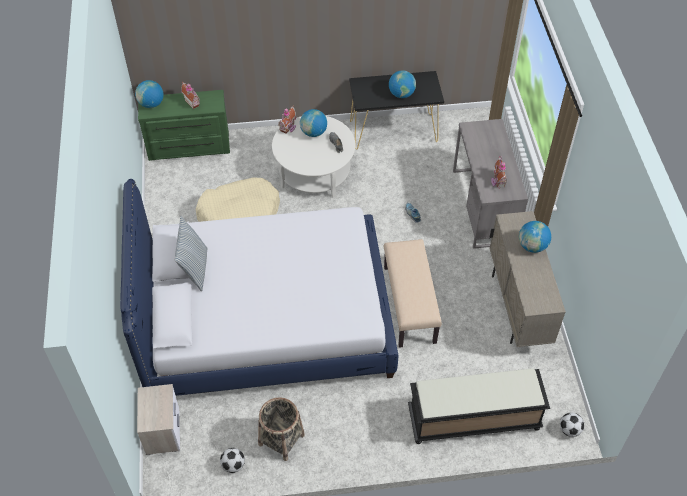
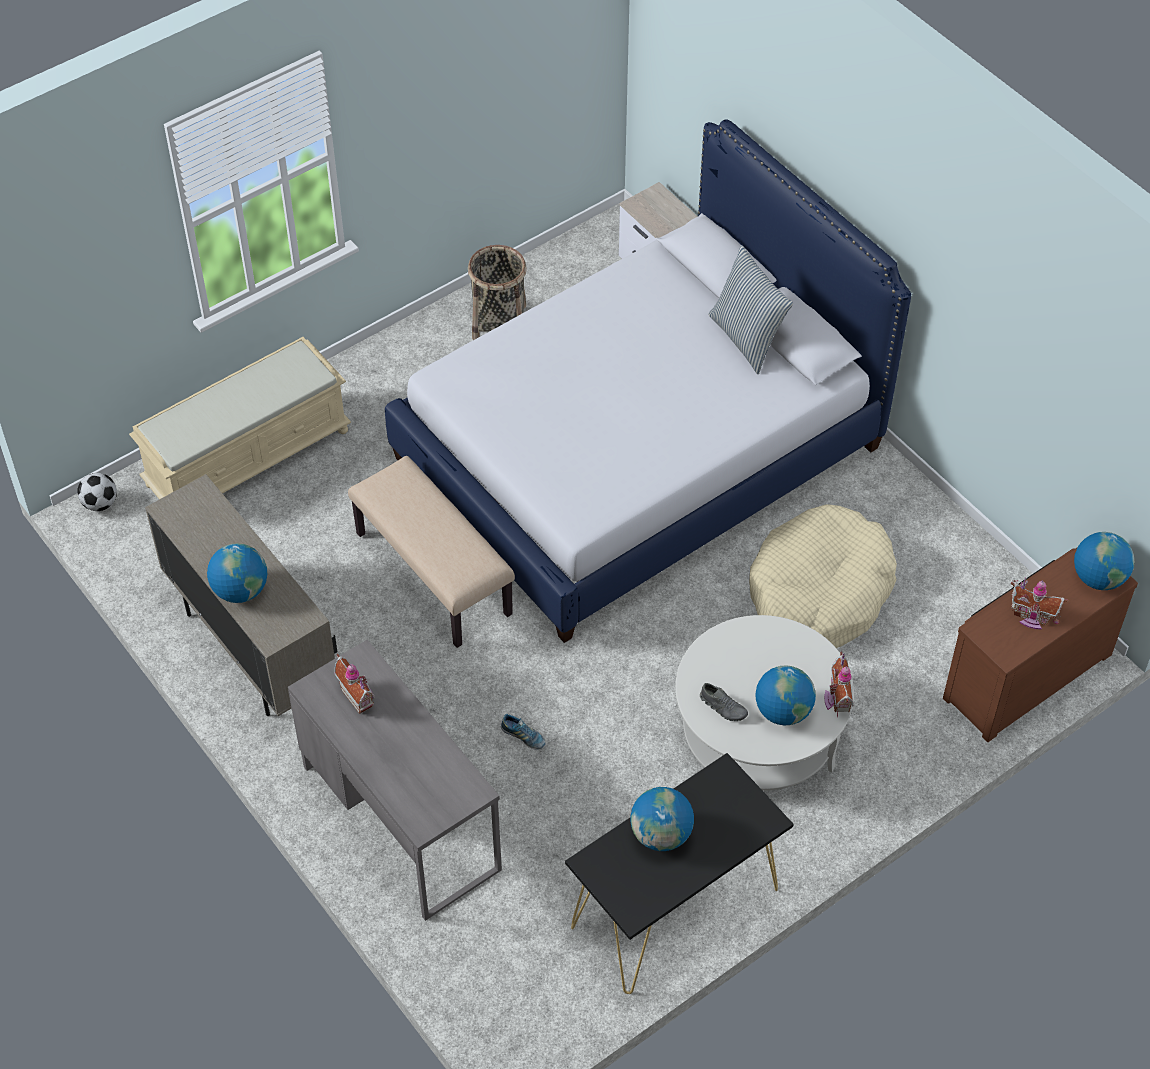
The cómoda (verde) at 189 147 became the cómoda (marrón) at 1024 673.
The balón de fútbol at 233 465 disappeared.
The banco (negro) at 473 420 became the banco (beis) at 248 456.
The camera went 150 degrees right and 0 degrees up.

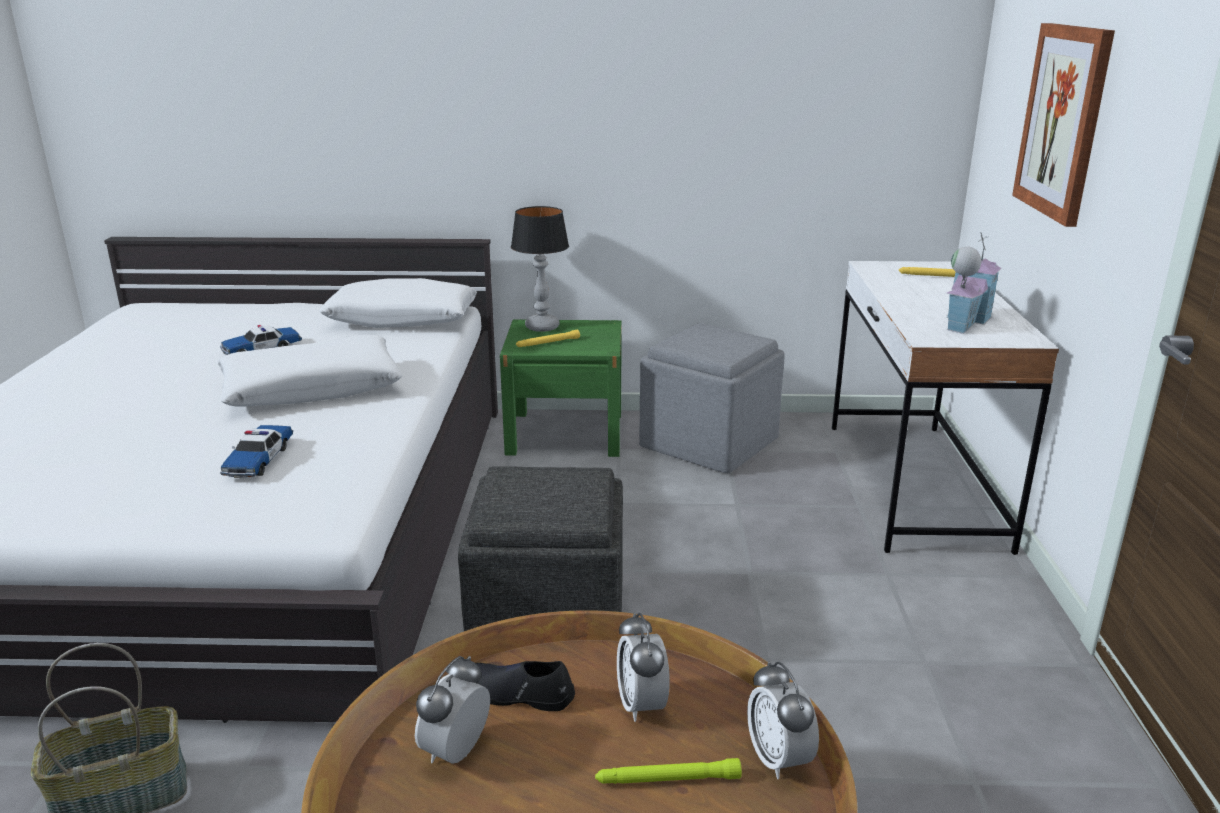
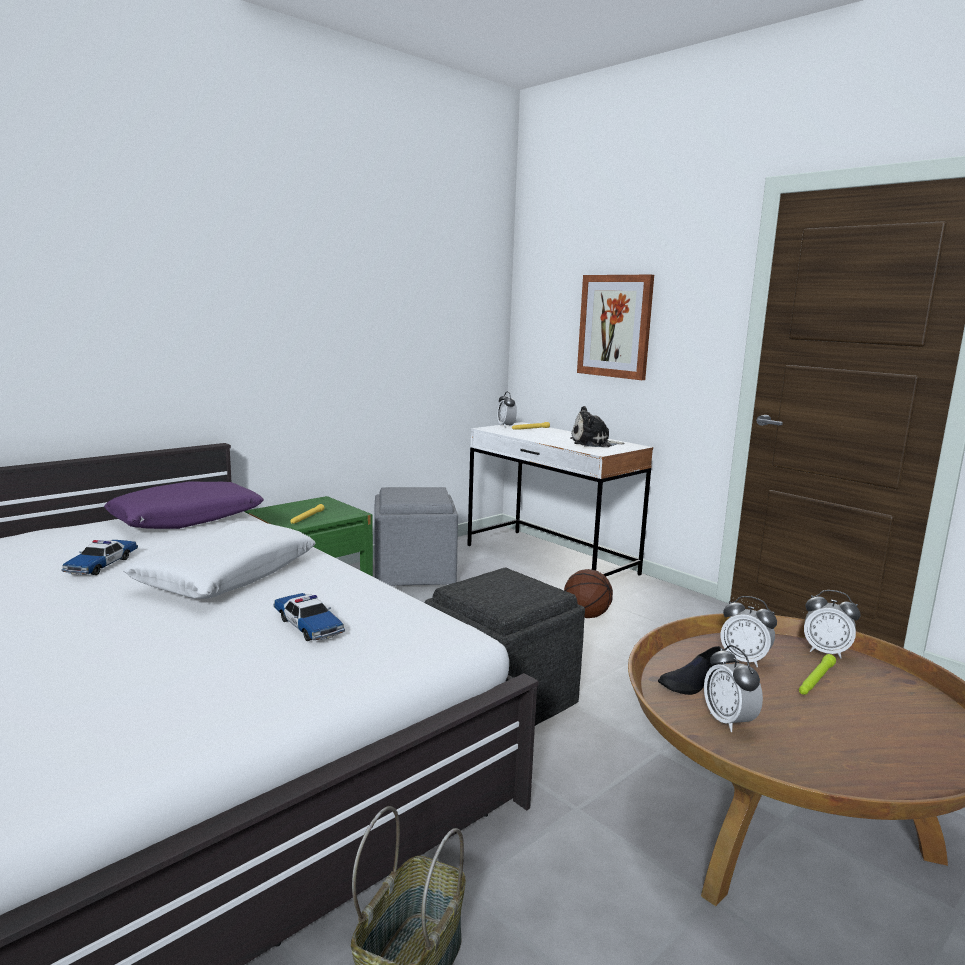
The cojín (blanco) at 402 319 became the cojín (morado) at 186 519.
The lámpara de mesa at 541 326 disappeared.
The casita at 964 321 was replaced by the peluche at 593 443.
The despertador at 506 426 appeared.
The balón de baloncesto at 586 615 appeared.
The camera went 45 degrees left and 10 degrees down.

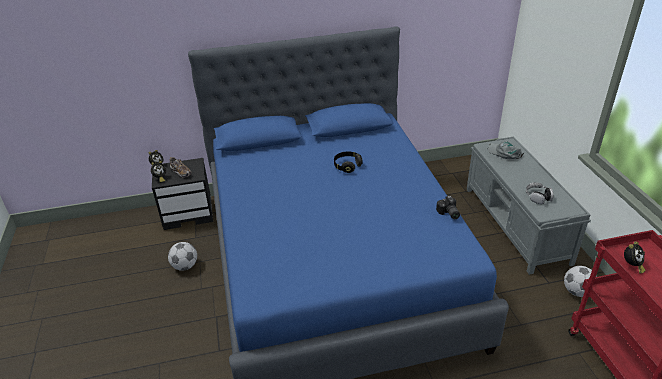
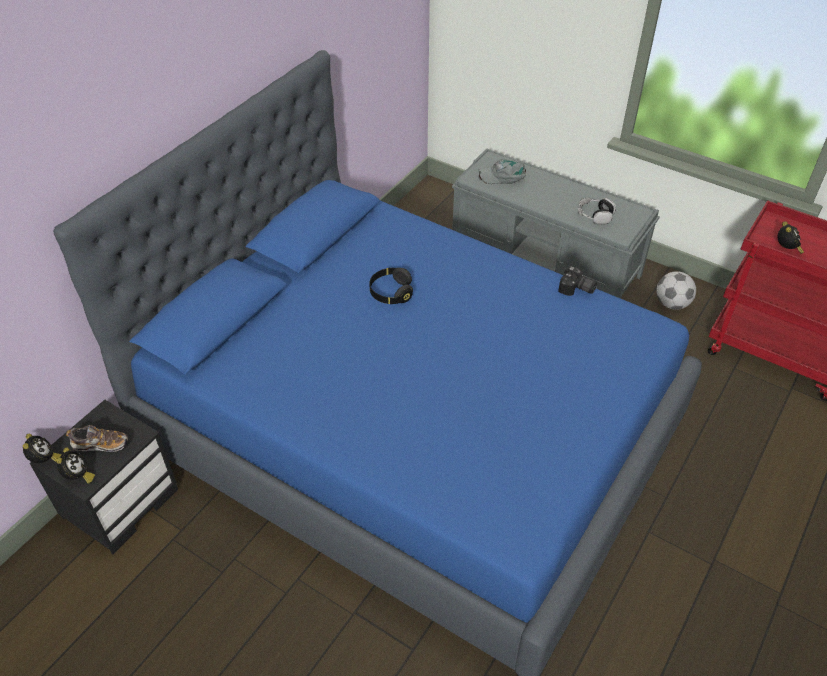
The balón de fútbol at 185 266 disappeared.
The camera went 45 degrees left and 10 degrees up.

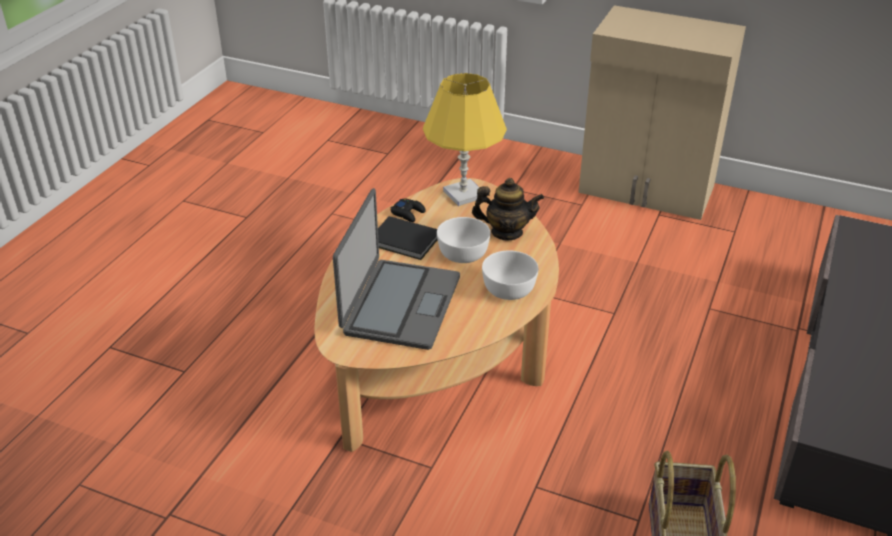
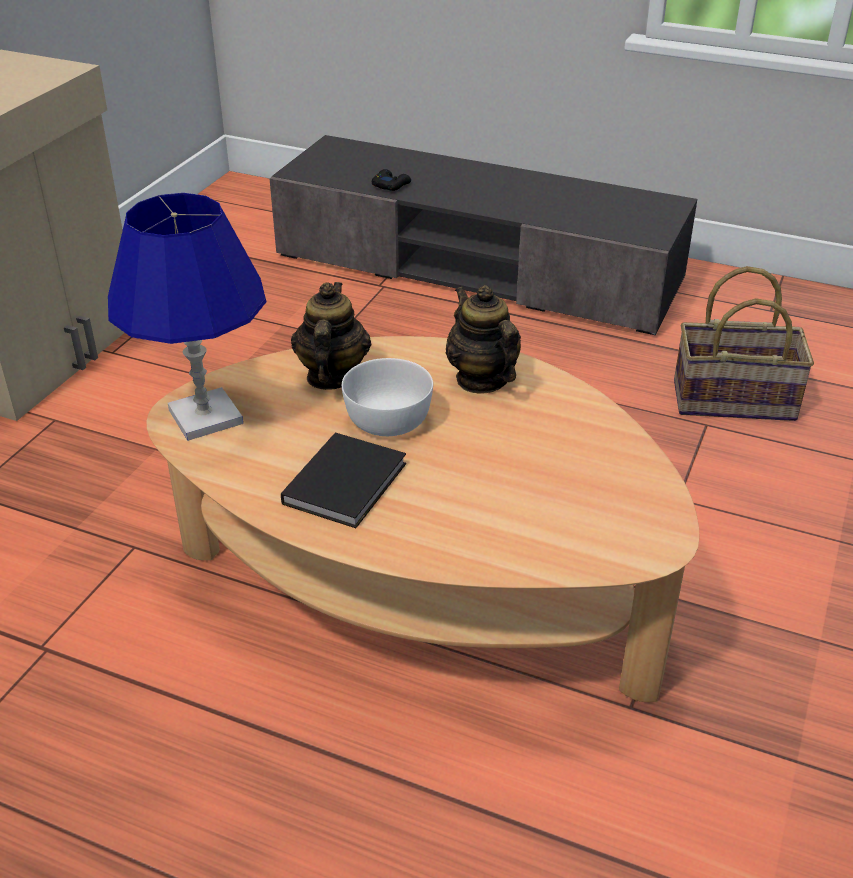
The portátil at 400 305 disappeared.
The mando de consola (negro) moved from 408 213 to 391 185.
The lámpara de mesa (amarillo) at 464 194 became the lámpara de mesa (azul) at 205 417.
The cuenco (blanco) at 508 289 was replaced by the tetera at 482 379.
The camera went 90 degrees left and 0 degrees up.

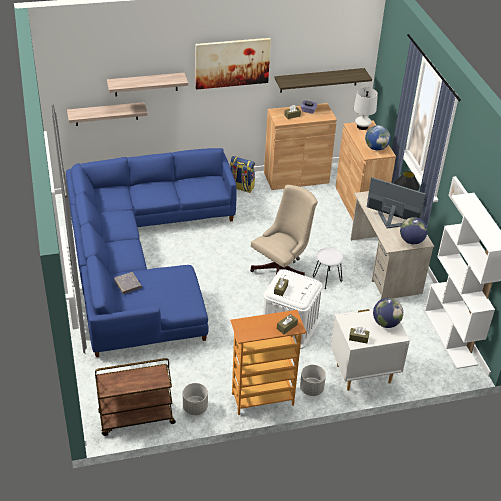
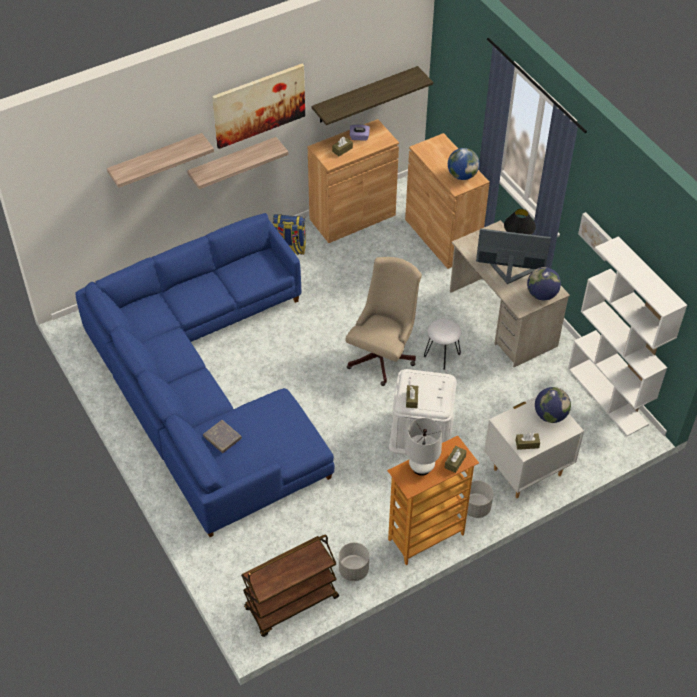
The estante moved from 106 114 to 232 162.
The lámpara de mesa (blanco) moved from 362 126 to 421 468.
The camera went 15 degrees left and 10 degrees up.

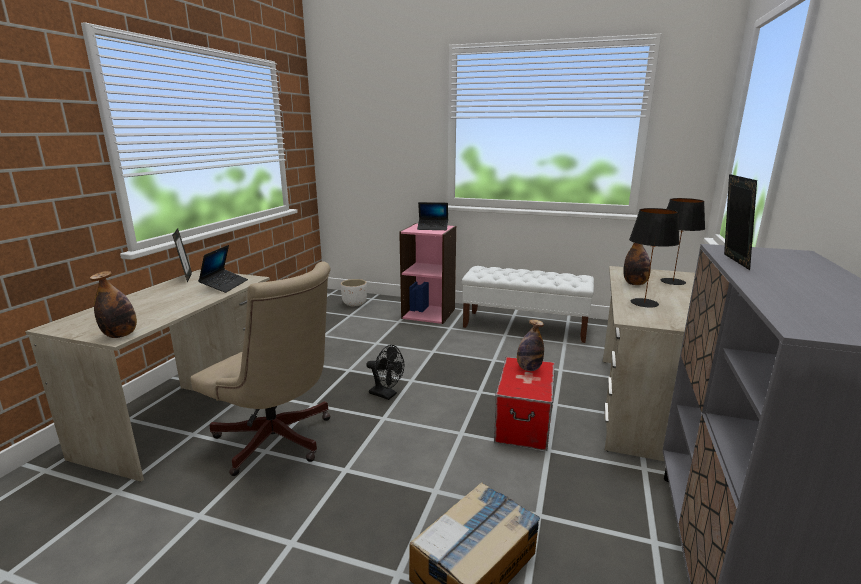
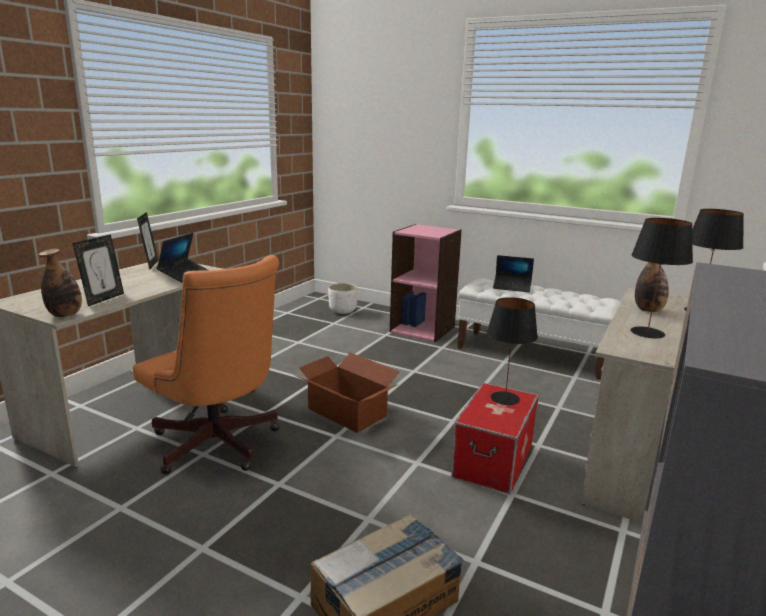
The silla de oficina (beis) at 278 442 became the silla de oficina (naranja) at 218 447.
The ventilador (negro) at 386 395 was replaced by the caja de cartón at 347 412.
The portátil moved from 433 228 to 512 287.
The botella at 528 368 was replaced by the lámpara de mesa (negro) at 504 398.
The portarretratos moved from 730 261 to 103 299.
The camera went 10 degrees right and 0 degrees up.

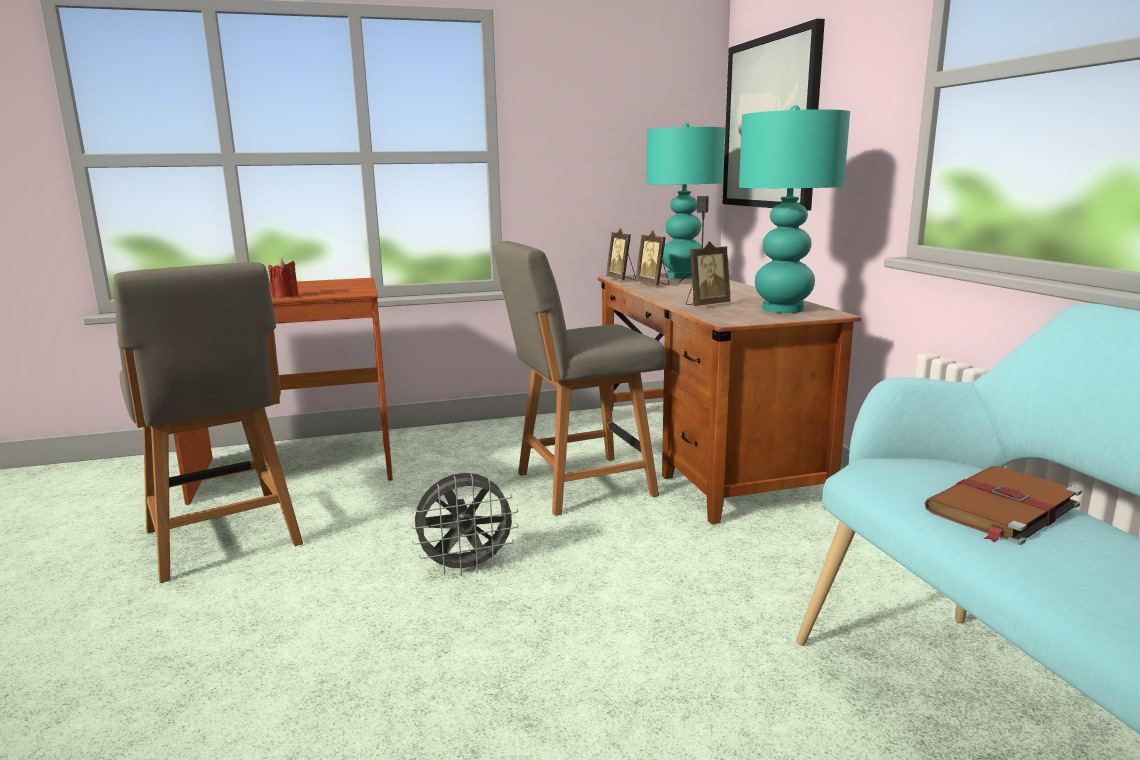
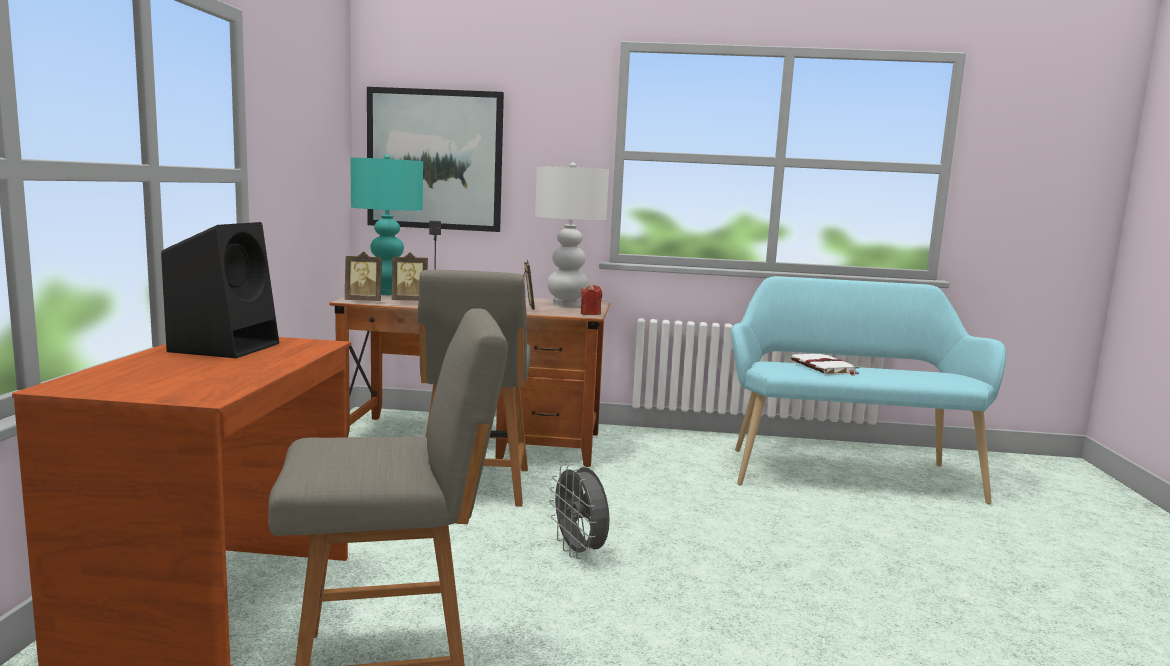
The vela (rojo) moved from 285 296 to 590 313.
The ventilador (gris) at 466 567 turned 150 degrees clockwise.
The lámpara de mesa (turquesa) at 783 309 became the lámpara de mesa (blanco) at 567 304.
The libro (marrón) at 1001 509 became the libro (blanco) at 824 367.
The altavoz (negro) at 225 347 appeared.
The camera went 70 degrees left and 5 degrees down.

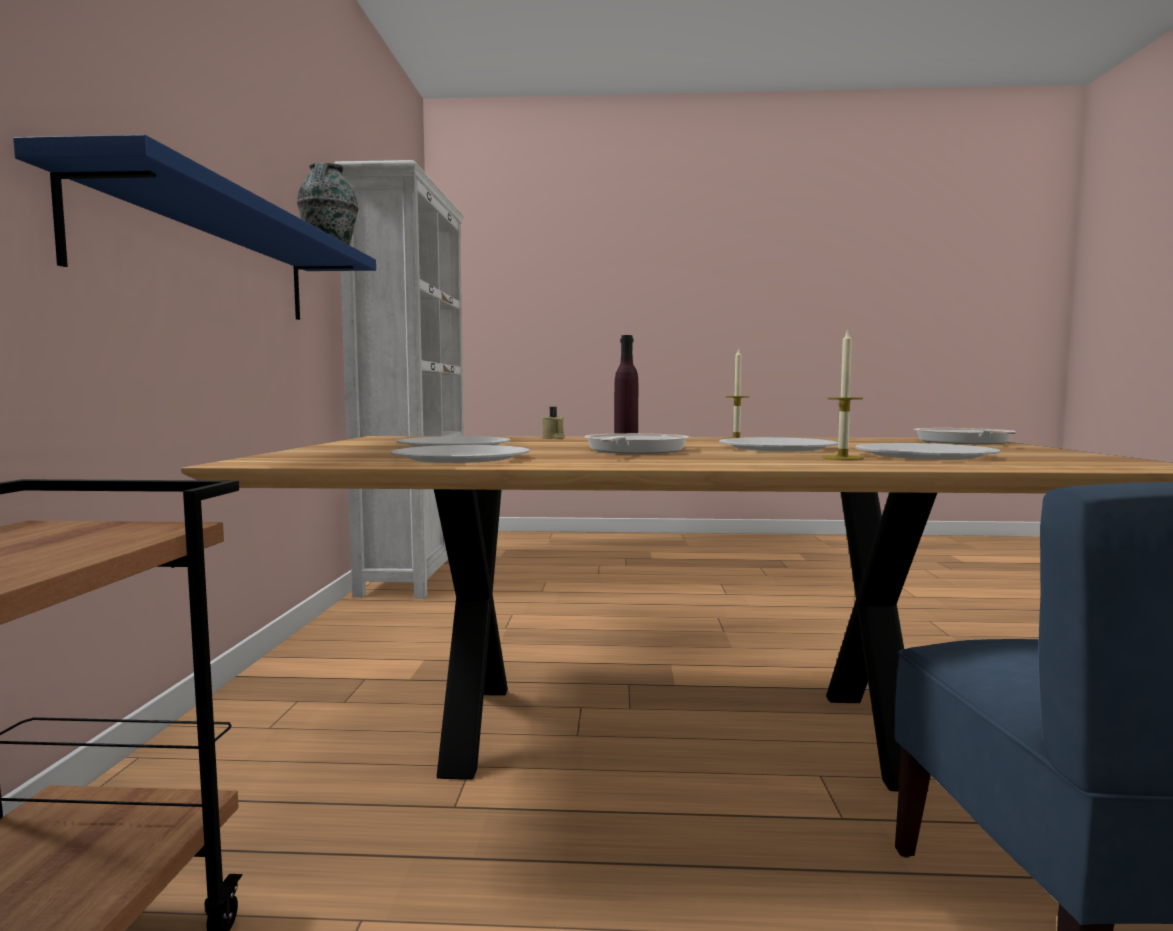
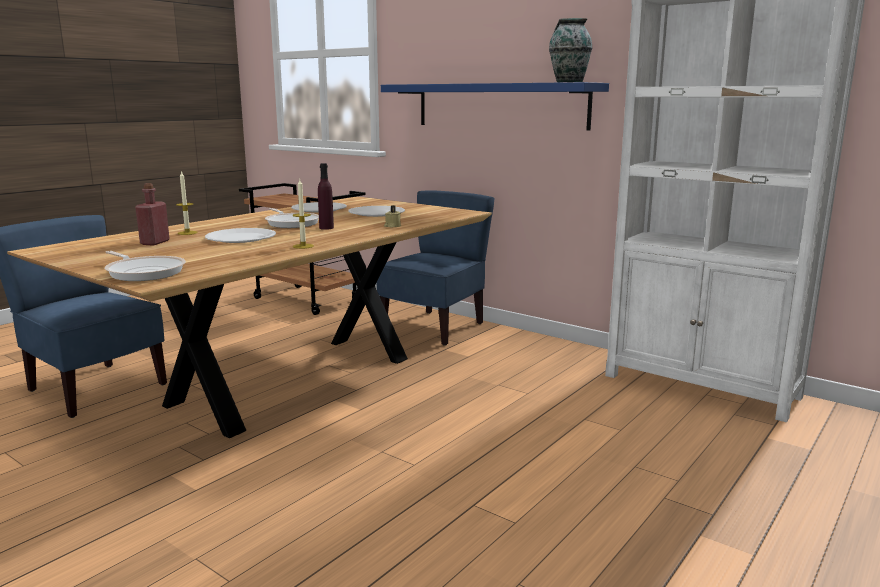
The plato (blanco) at 924 455 was replaced by the botella (rojo) at 155 242.
The silla (azul) at 434 327 appeared.
The camera went 125 degrees right and 10 degrees up.

